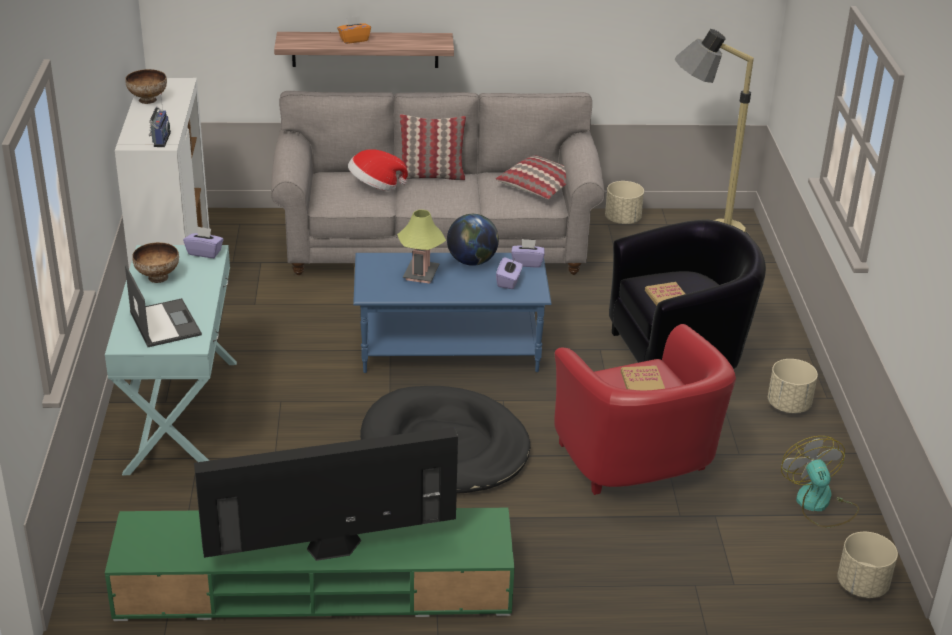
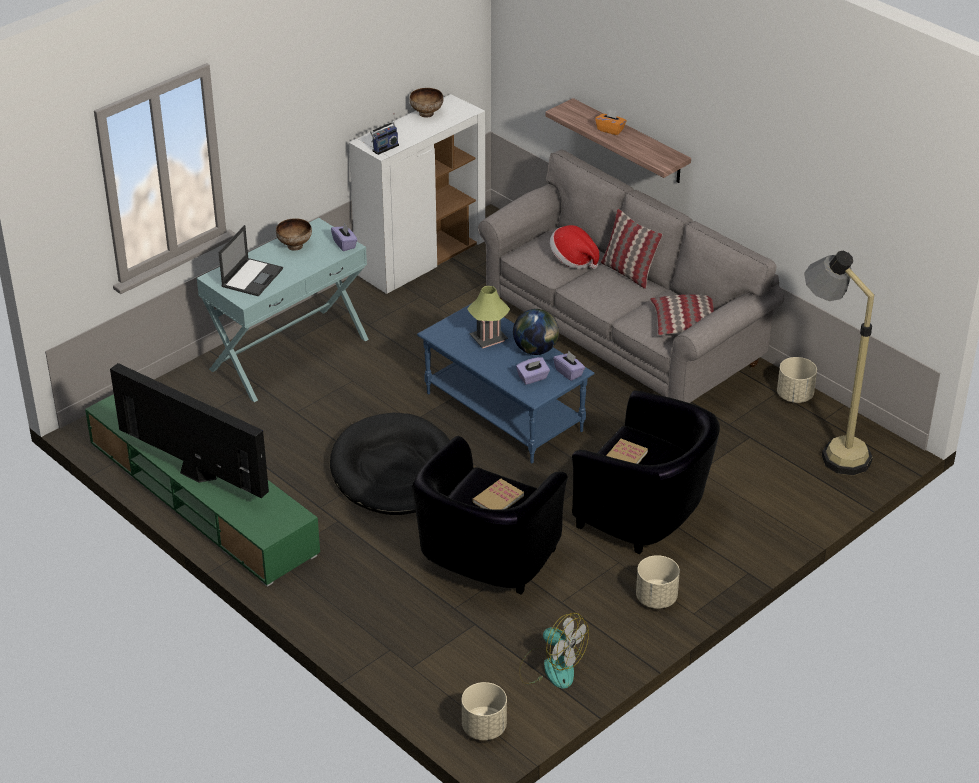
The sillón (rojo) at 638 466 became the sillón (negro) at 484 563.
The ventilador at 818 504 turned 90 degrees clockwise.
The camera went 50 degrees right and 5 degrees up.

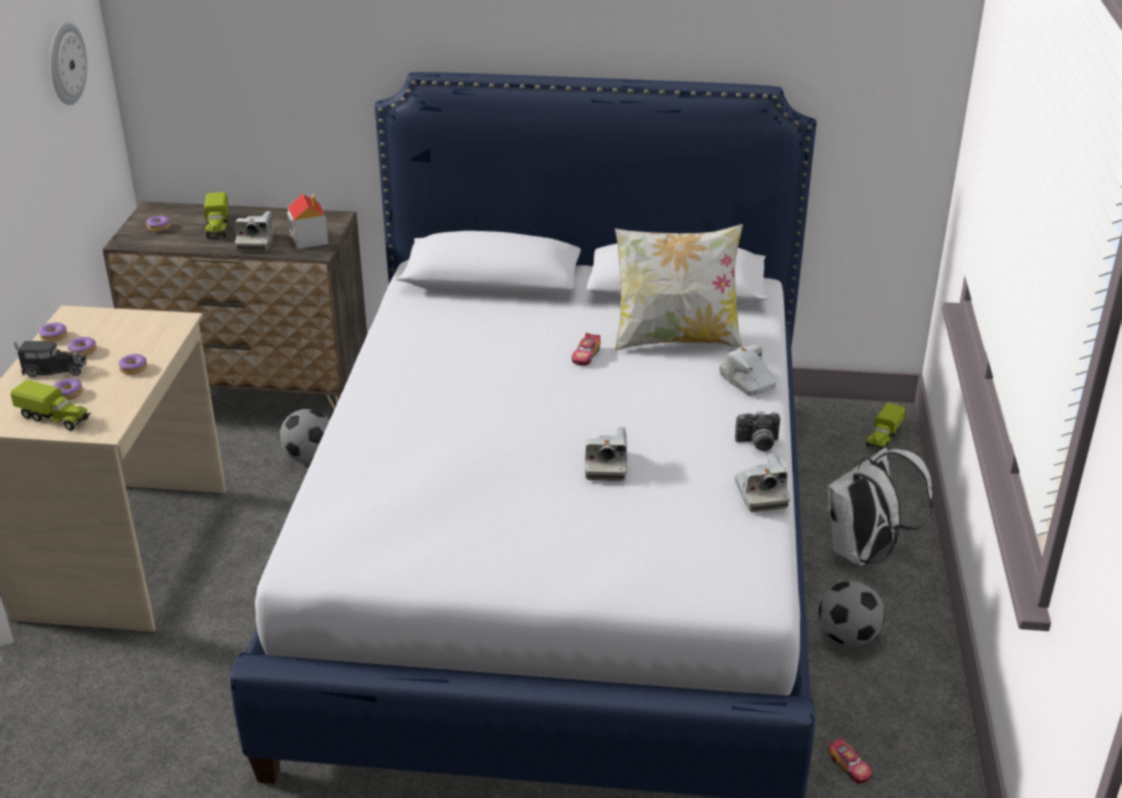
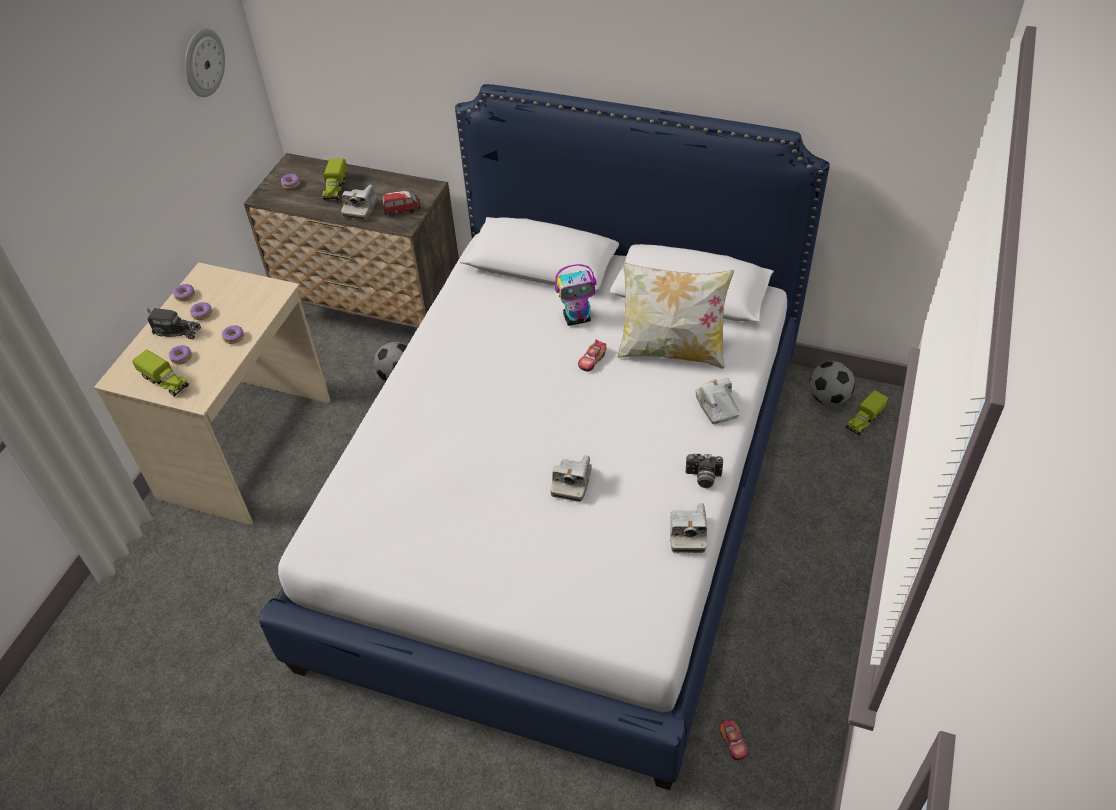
The casita at 309 239 was replaced by the coche de juguete at 402 210.
The balón de fútbol moved from 848 637 to 828 398.
The mochila (blanco) at 864 553 disappeared.
The robot de juguete at 577 318 appeared.
The camera went 15 degrees right and 15 degrees up.

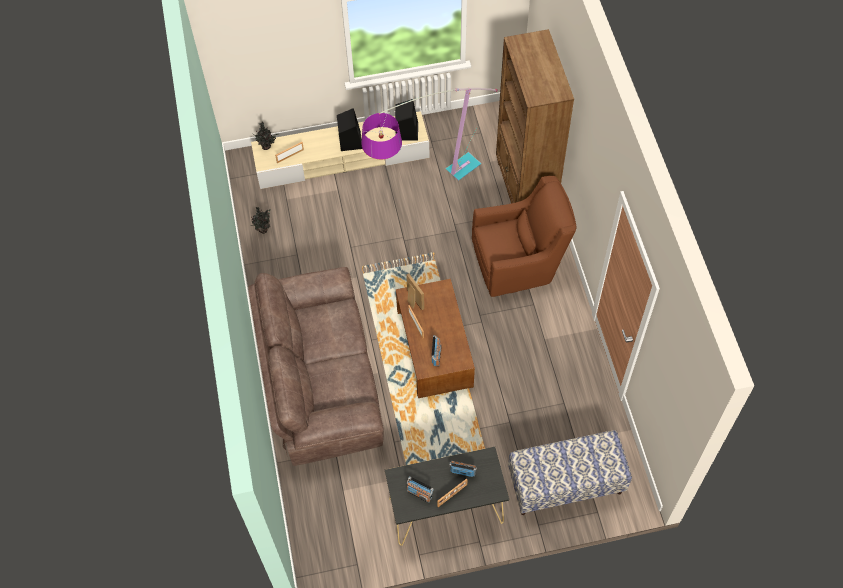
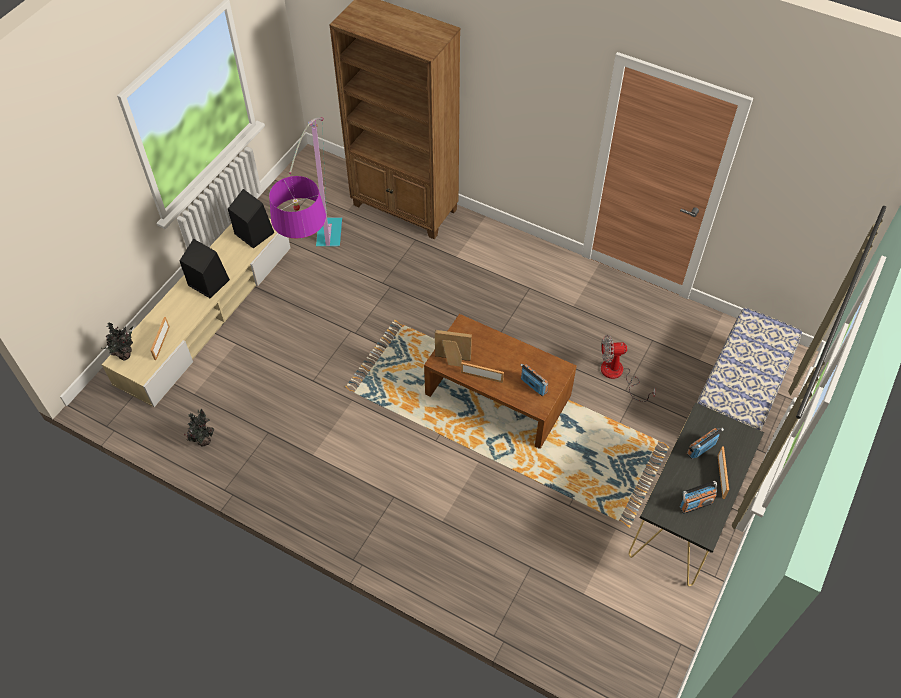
The sofá (marrón) at 321 382 disappeared.
The sillón (marrón) at 519 264 disappeared.
The ventilador at 618 375 appeared.
The camera went 50 degrees left and 5 degrees down.

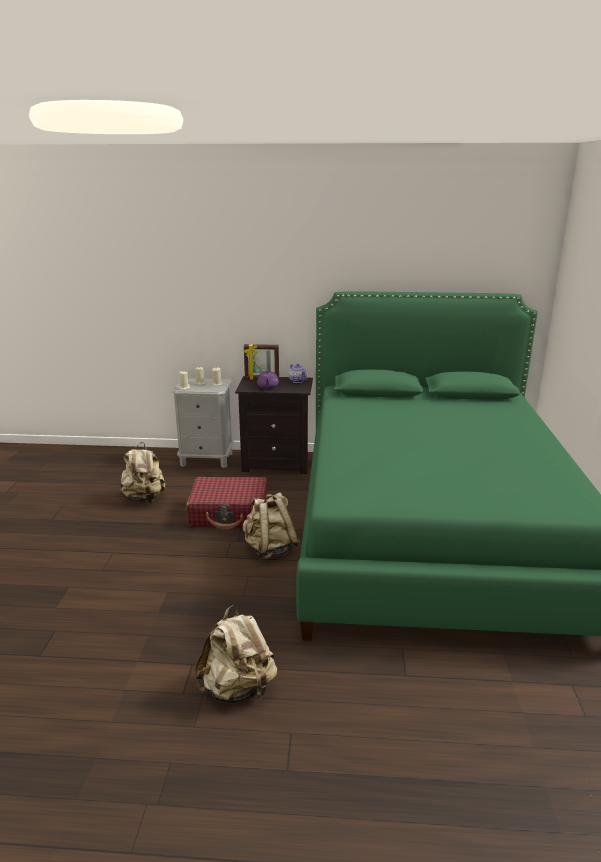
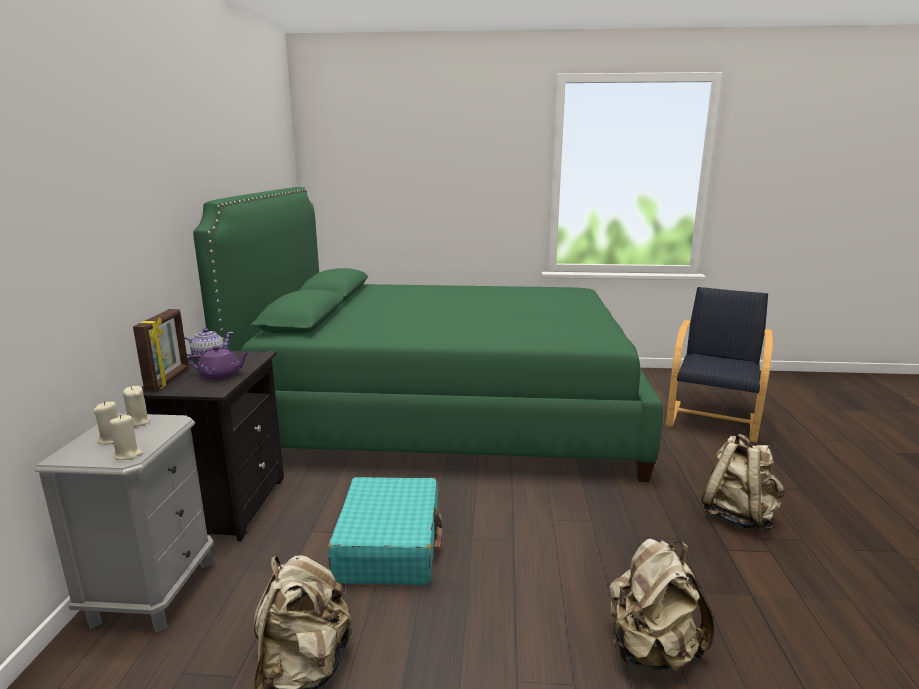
The maleta (rojo) at 229 513 became the maleta (turquesa) at 389 545.
The mochila (beis) moved from 270 549 to 651 650.
The sillón (negro) at 713 420 appeared.
The camera went 90 degrees left and 5 degrees down.

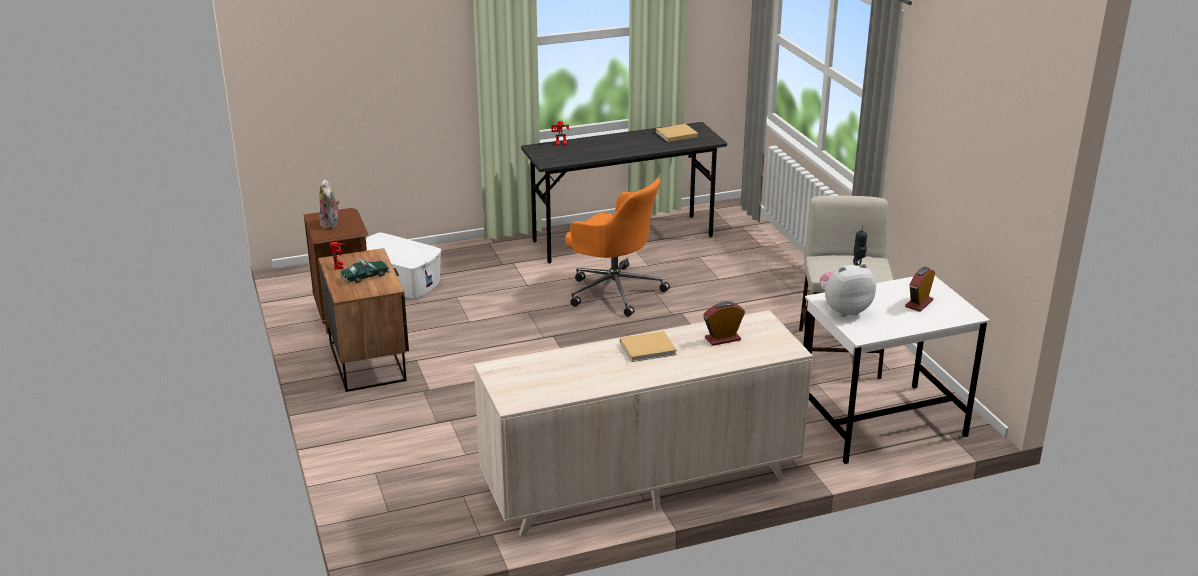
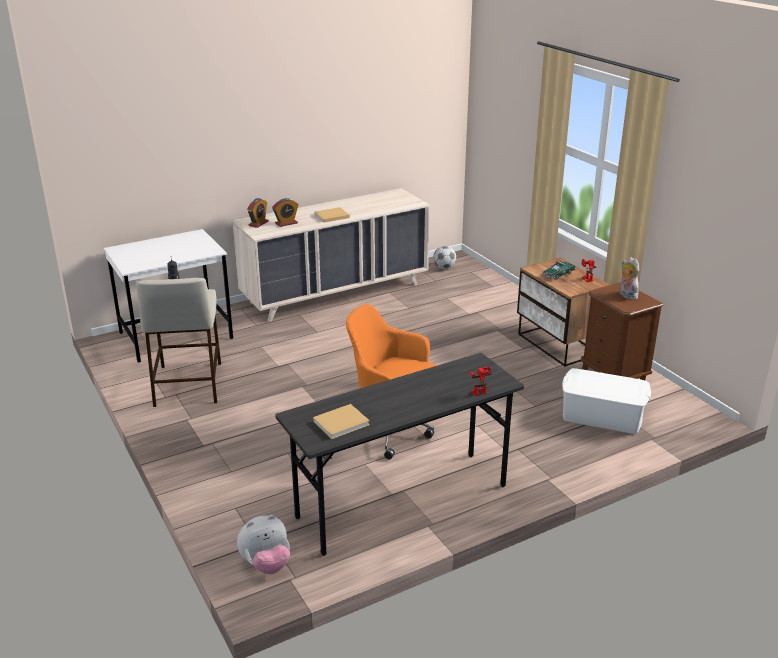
The peluche moved from 844 310 to 266 564.
The despertador moved from 919 303 to 258 223.
The balón de fútbol at 444 267 appeared.
The camera went 170 degrees right and 0 degrees up.

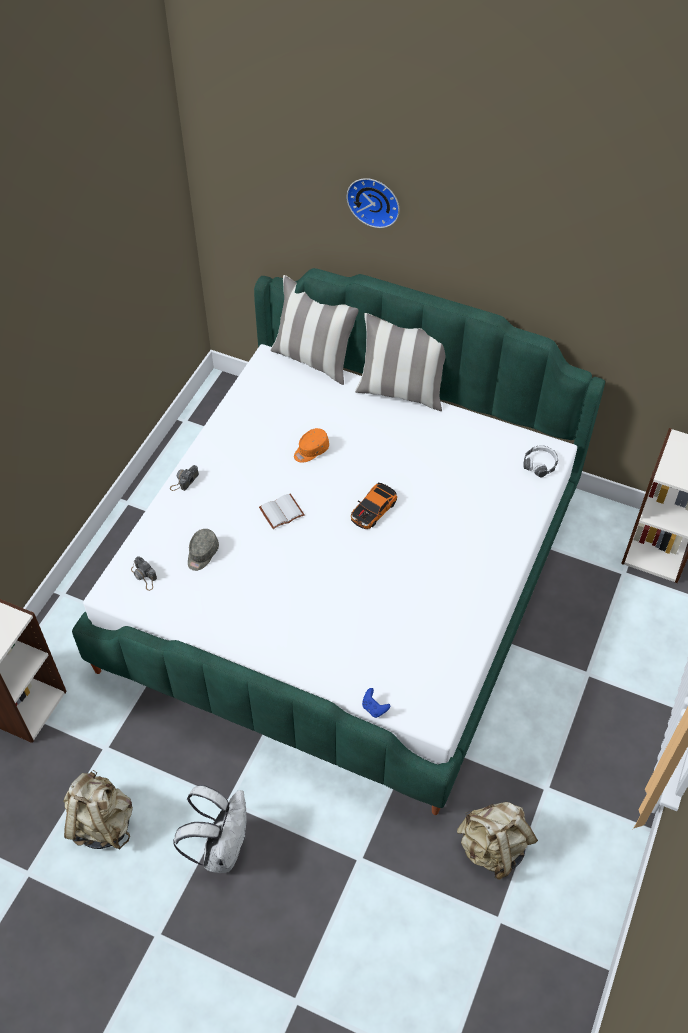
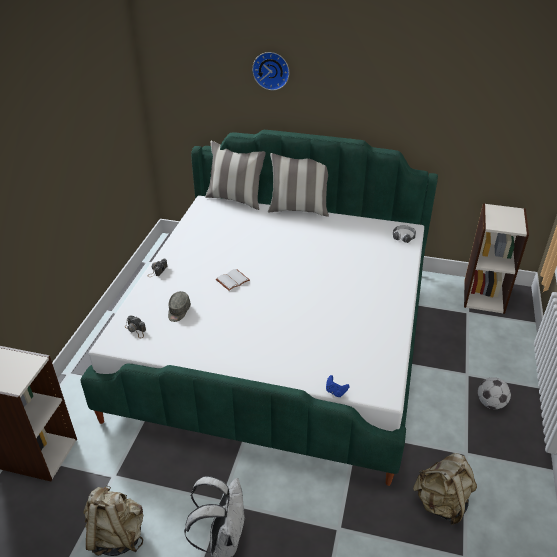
The gorra (naranja) at 311 451 disappeared.
The coche de juguete at 373 510 disappeared.
The balón de fútbol at 490 403 appeared.
The camera went 10 degrees left and 15 degrees down.

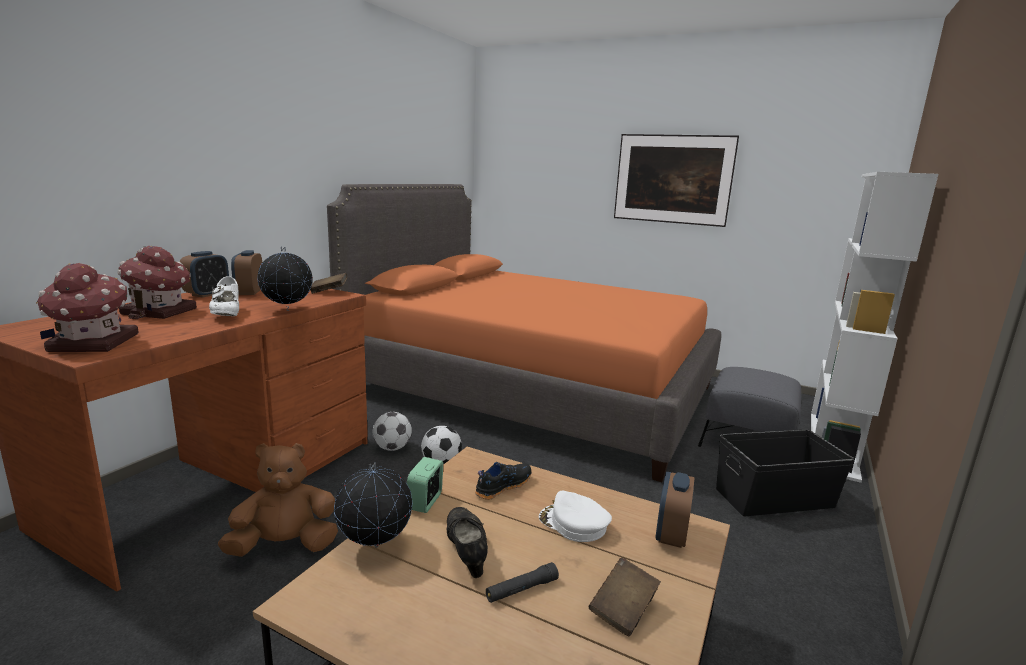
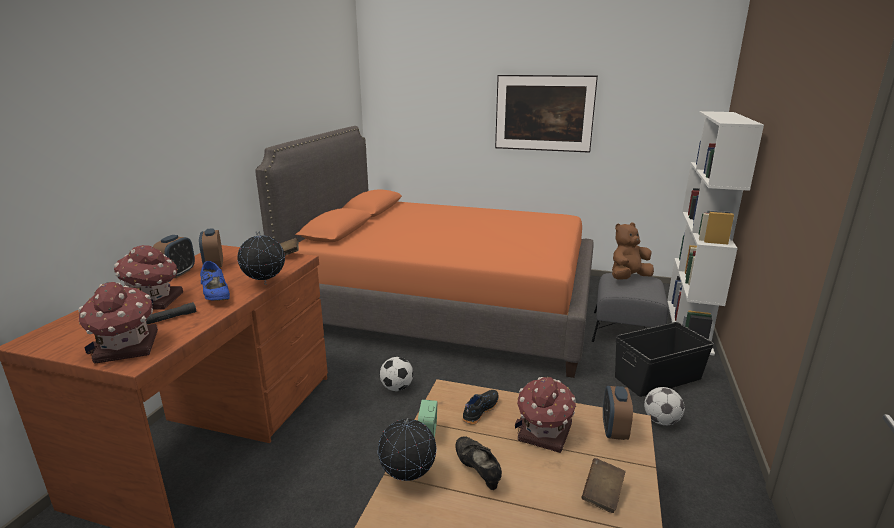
The zapato (blanco) at 227 315 became the zapato (azul) at 216 296.
The peluche (marrón) moved from 285 546 to 628 278.
The balón de fútbol moved from 392 448 to 661 421.
The linterna (negro) moved from 521 589 to 170 318.
The gorra (blanco) at 573 523 was replaced by the casita at 544 433.
The camera went 10 degrees left and 5 degrees up.

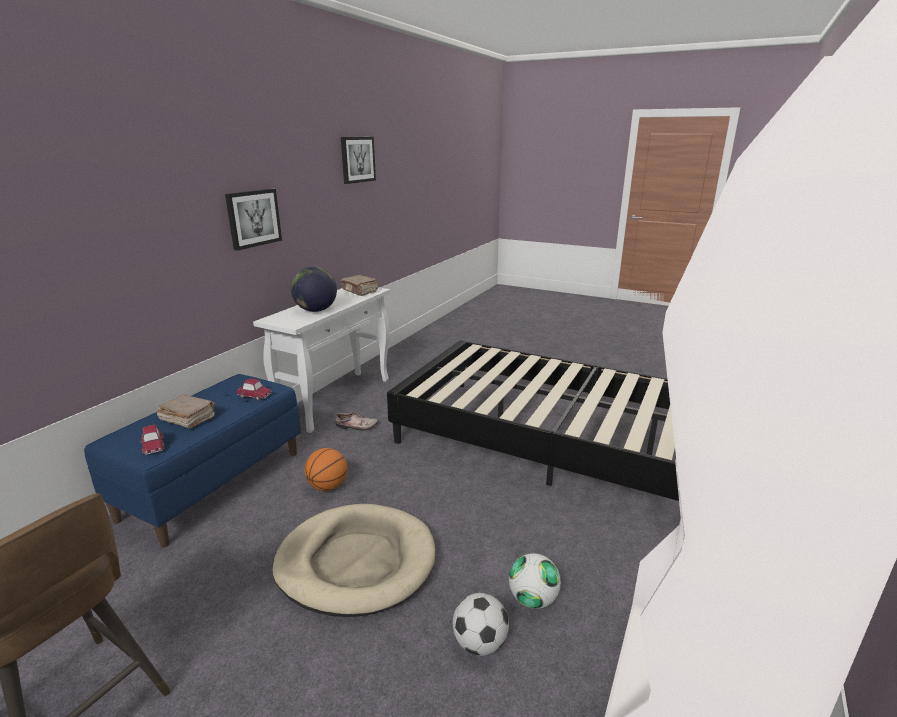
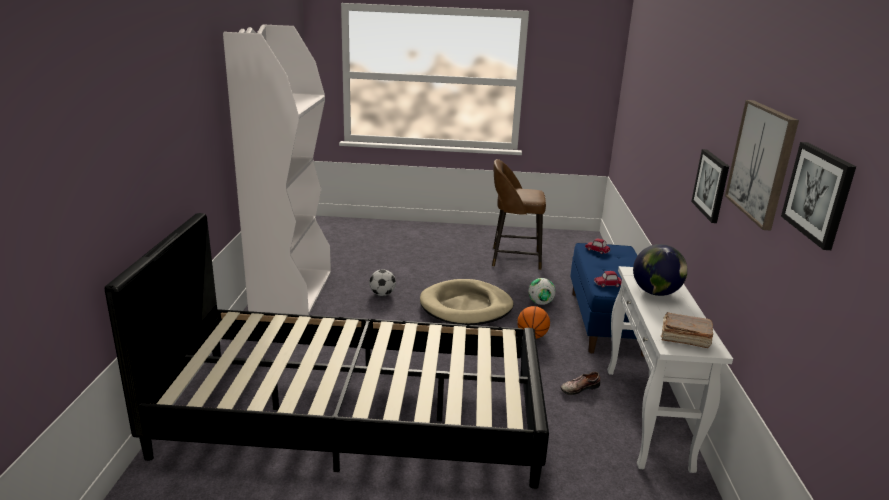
The libro (marrón) at 188 419 disappeared.
The balón de fútbol moved from 532 599 to 540 303.
The cuadro at 761 162 appeared.
The camera went 155 degrees right and 0 degrees up.

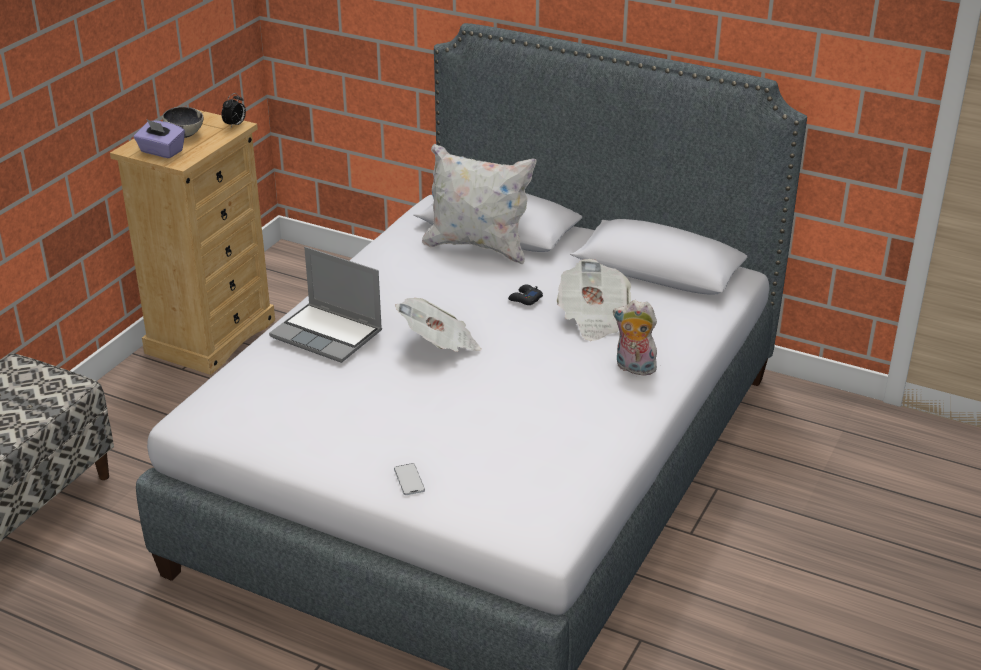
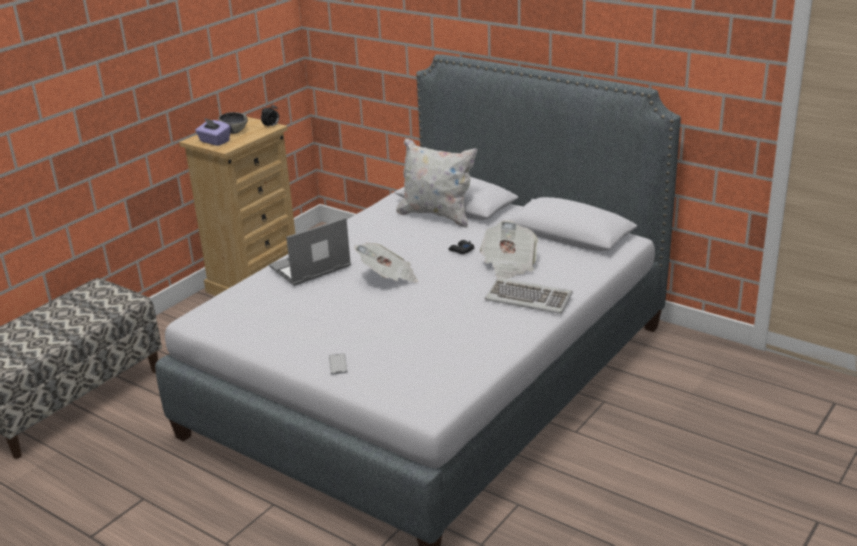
The portátil at 328 334 turned 105 degrees clockwise.
The peluche at 633 368 was replaced by the teclado at 529 298.
The camera went 10 degrees right and 5 degrees down.

